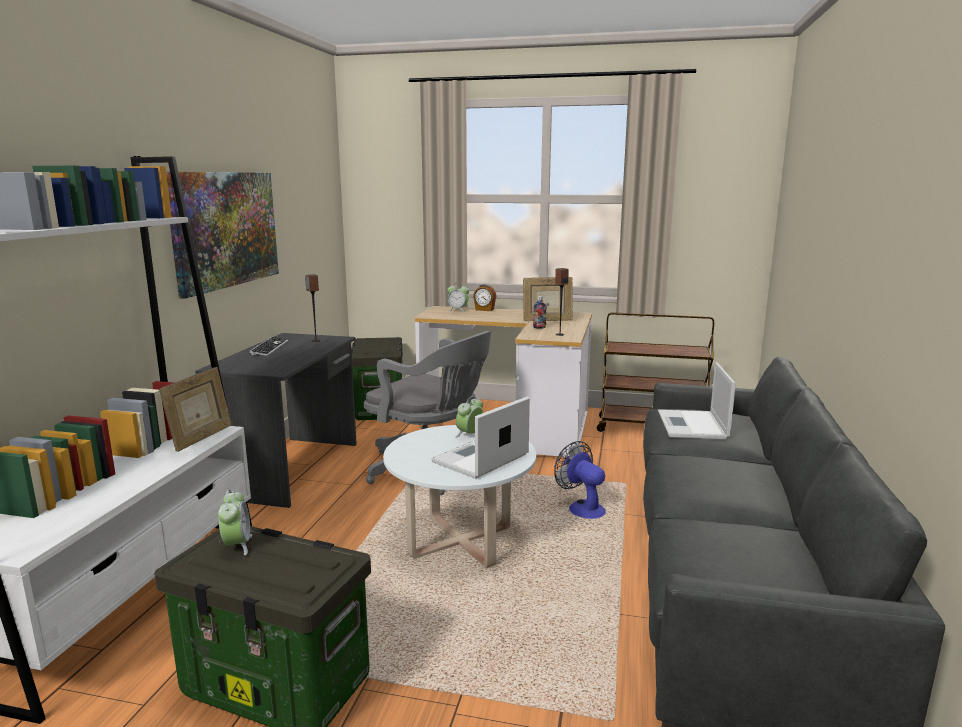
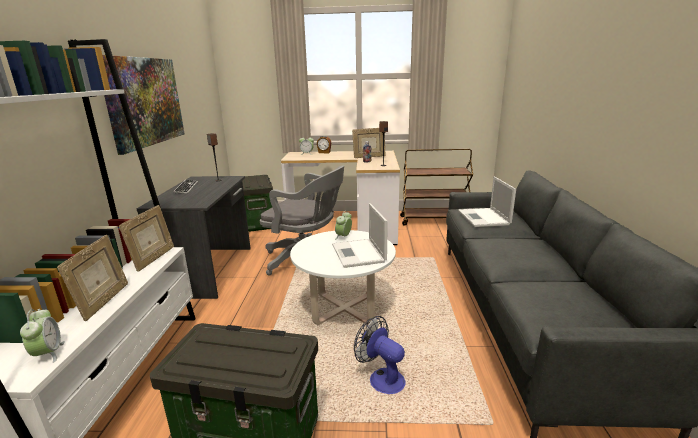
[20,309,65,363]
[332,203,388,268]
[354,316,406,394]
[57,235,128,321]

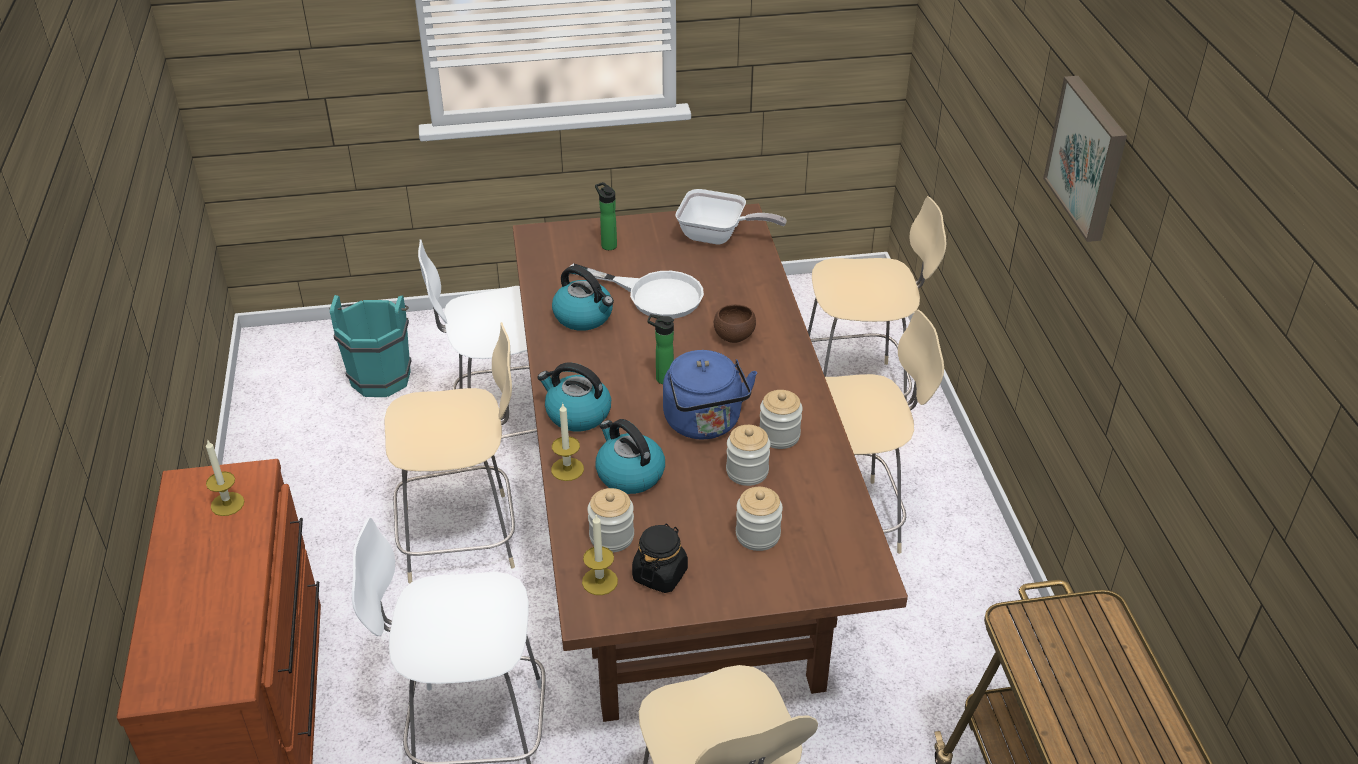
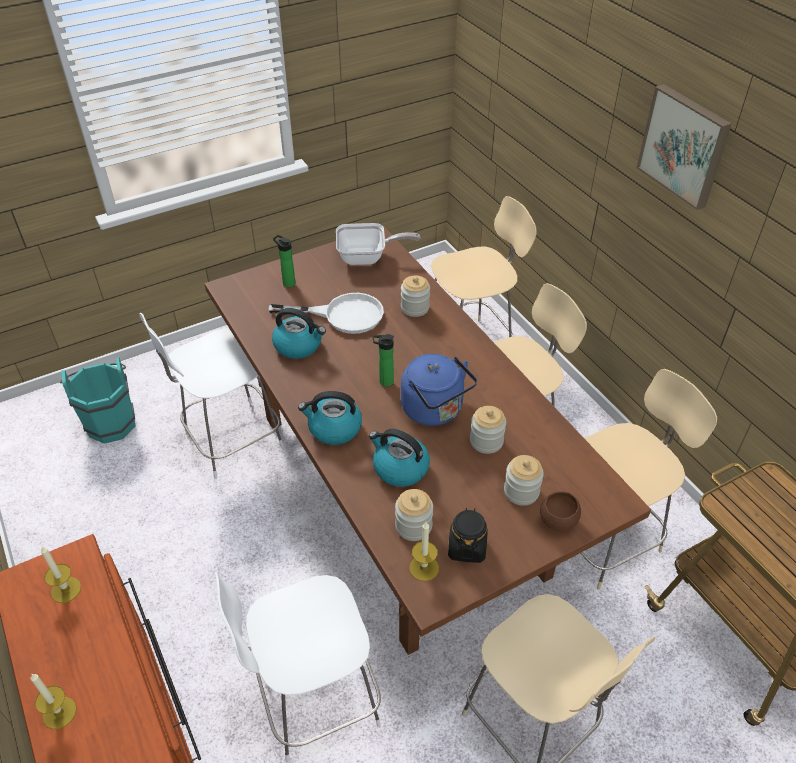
[581,369,717,590]
[30,674,77,729]
[540,491,581,532]
[401,276,430,317]

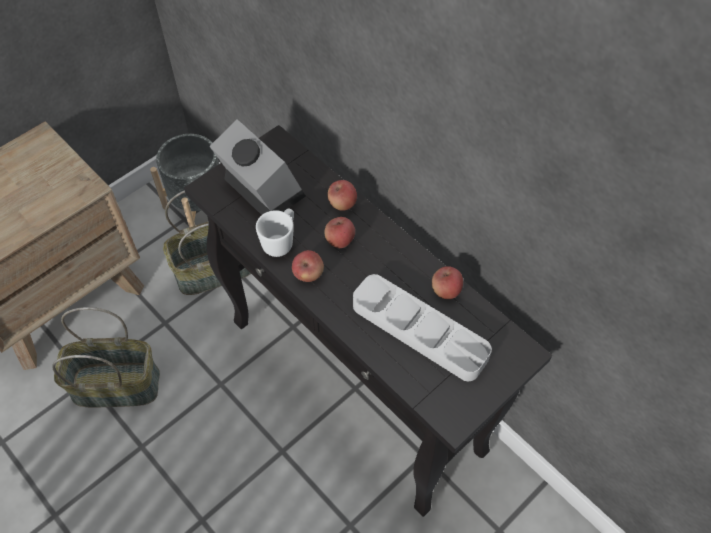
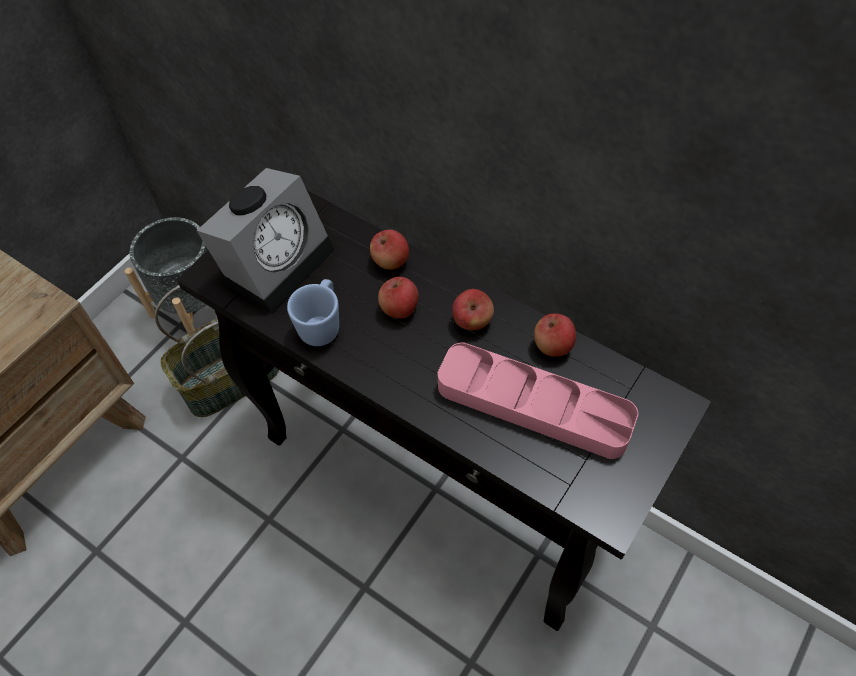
[52,307,160,407] (first image)
[197,168,334,314]
[287,279,339,346]
[452,289,494,330]
[438,343,638,459]

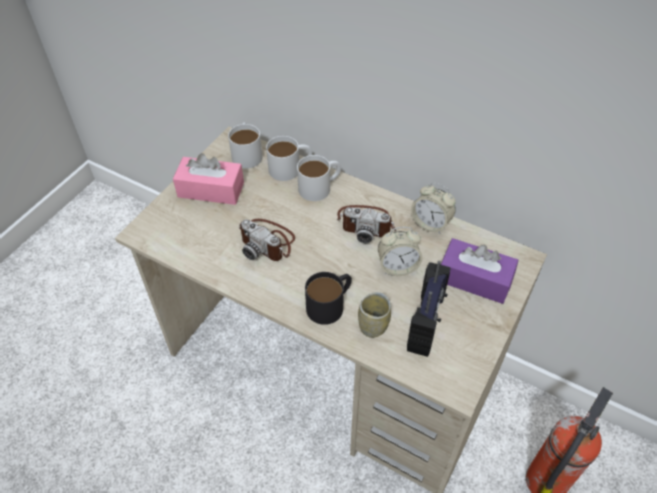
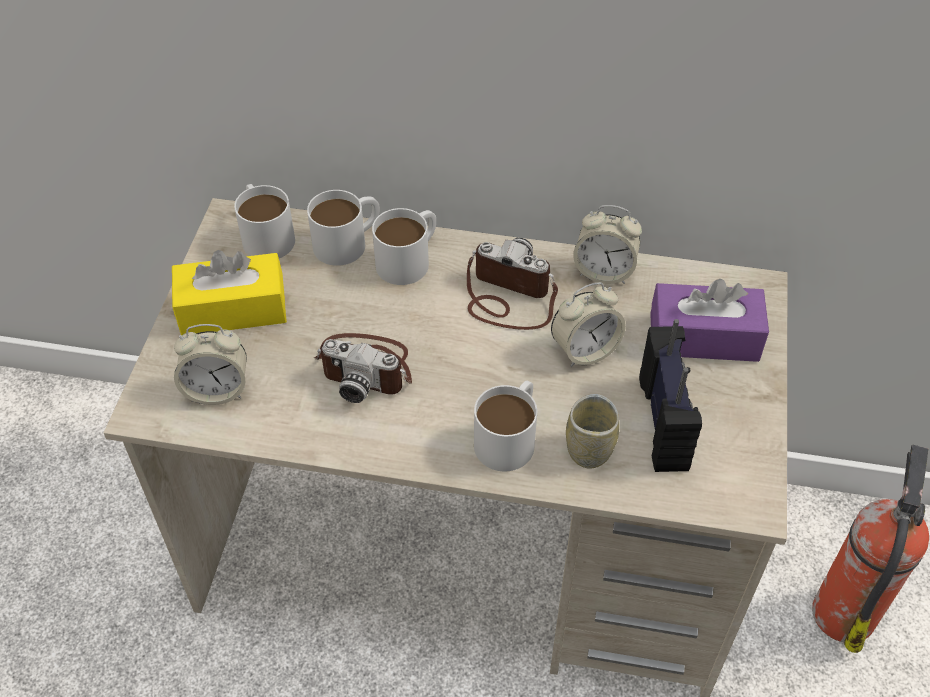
[172,250,287,335]
[474,381,537,471]
[467,238,558,330]
[174,324,247,405]

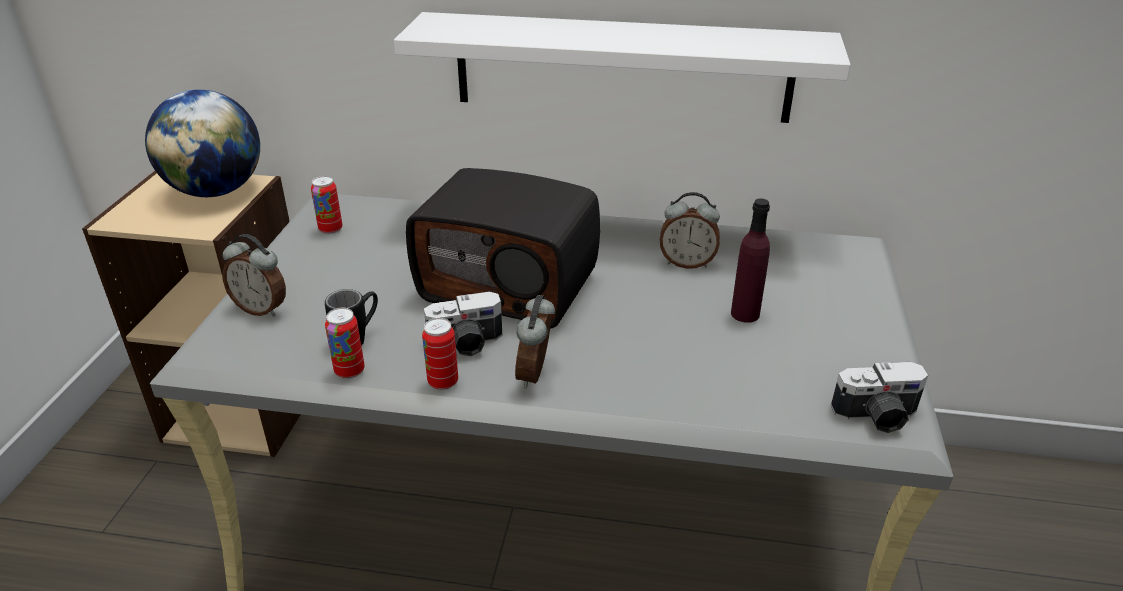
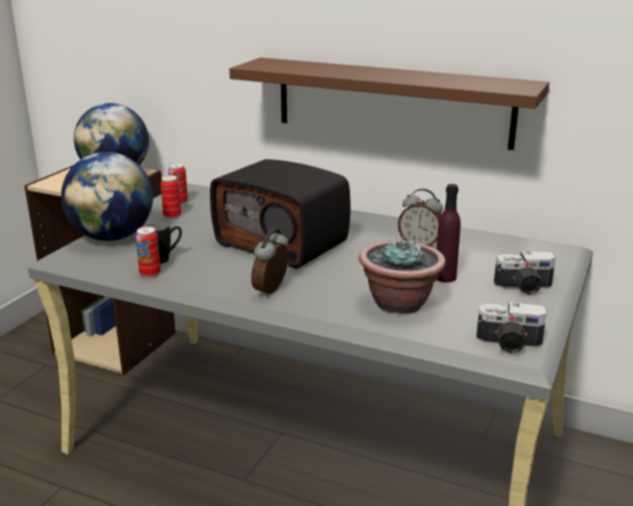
[61,152,153,241]
[229,58,549,150]
[160,175,181,219]
[494,251,556,295]
[359,237,446,314]

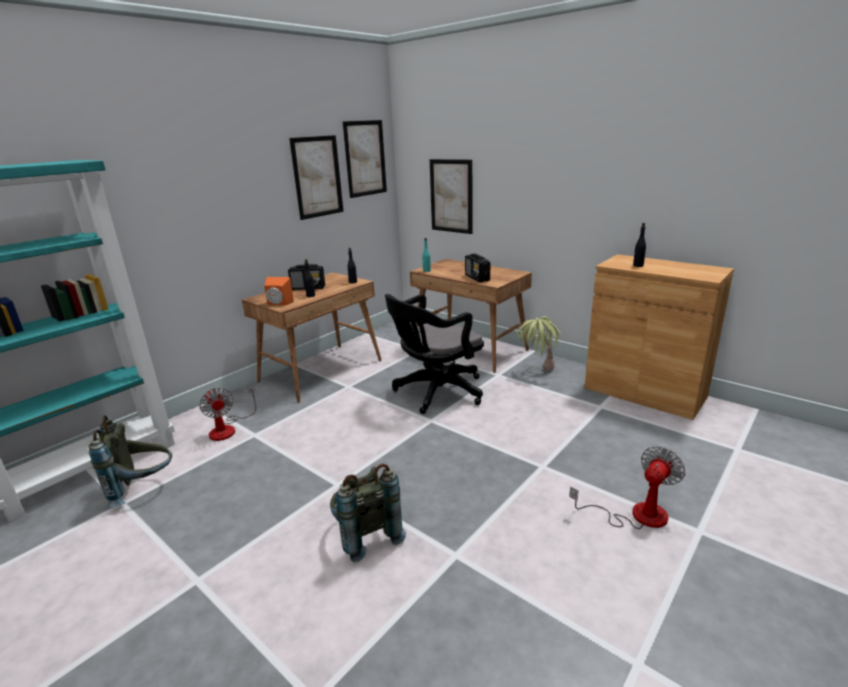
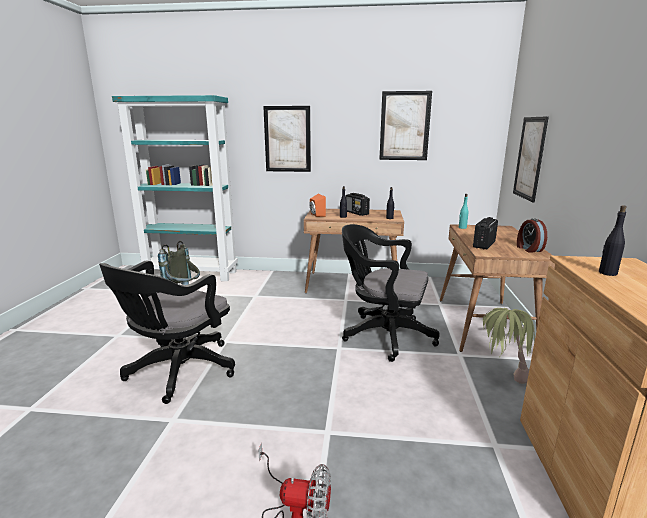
[199,384,256,441] (first image)
[99,260,235,404]
[263,106,311,172]
[517,218,547,253]

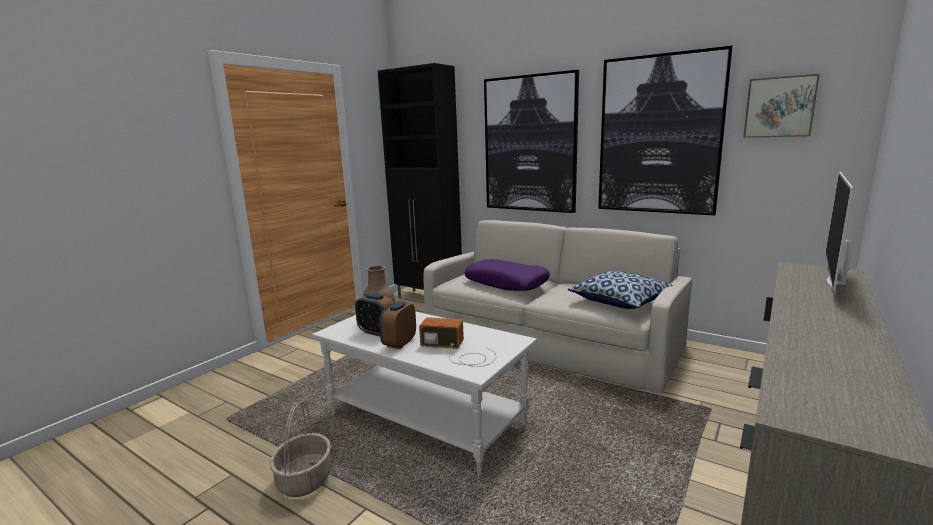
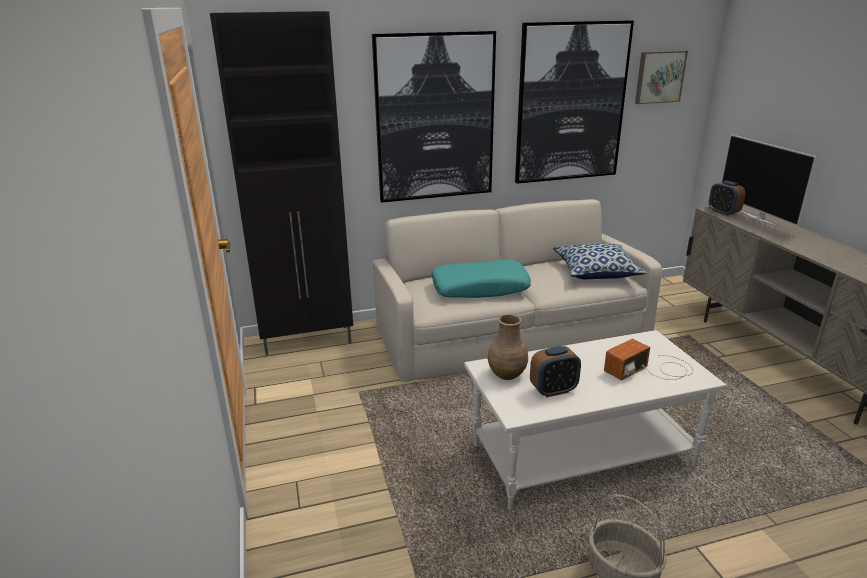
[709,181,745,216]
[431,259,531,298]

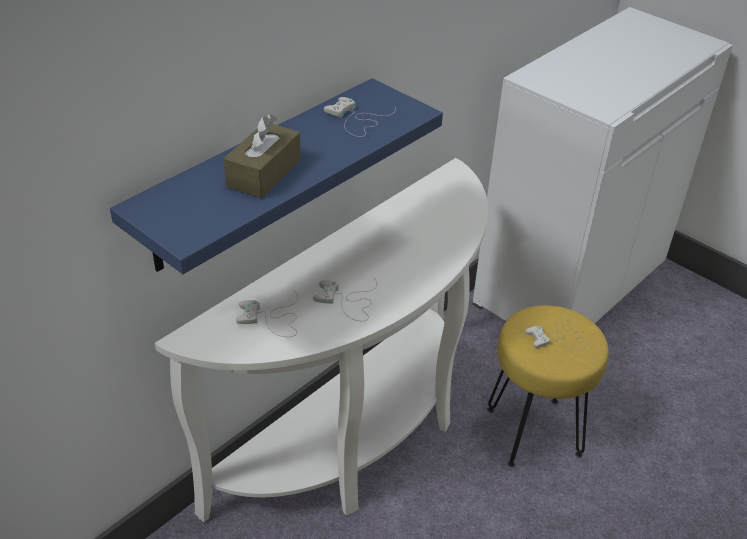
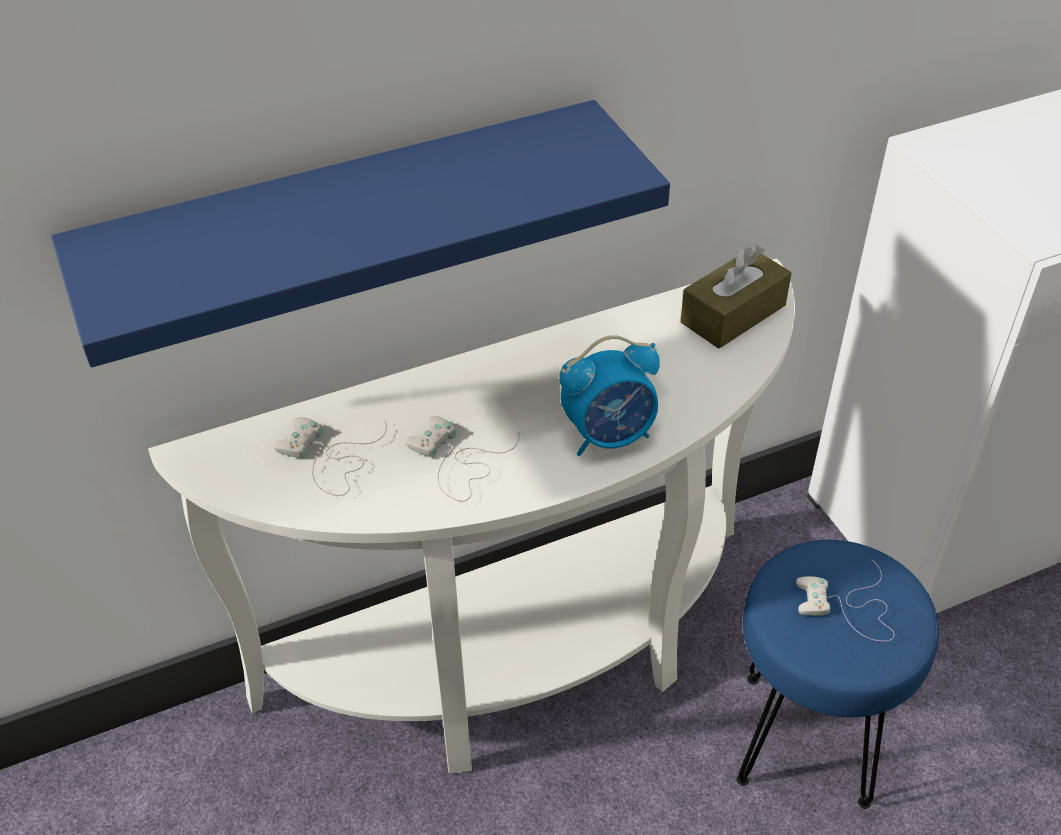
[680,245,791,349]
[324,97,396,137] (first image)
[736,540,939,809]
[559,335,660,456]

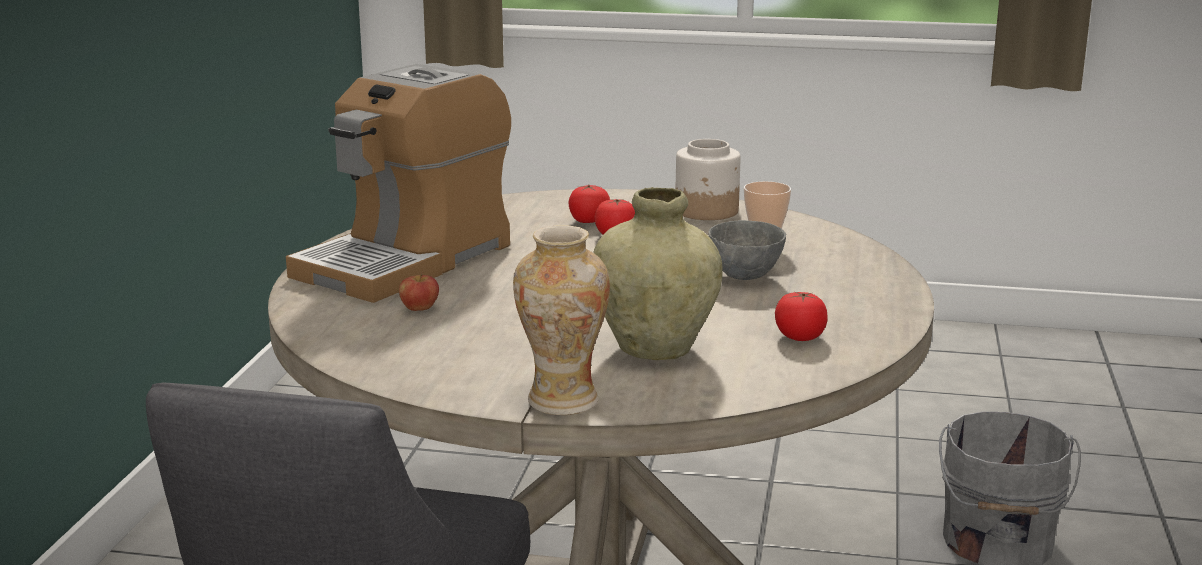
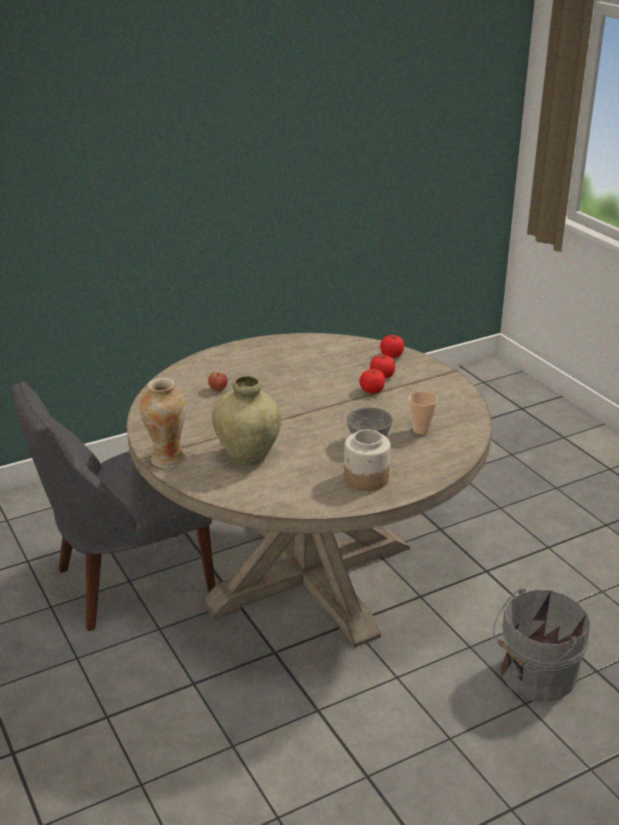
[286,64,511,303] (first image)
[344,429,391,491]
[380,335,404,358]

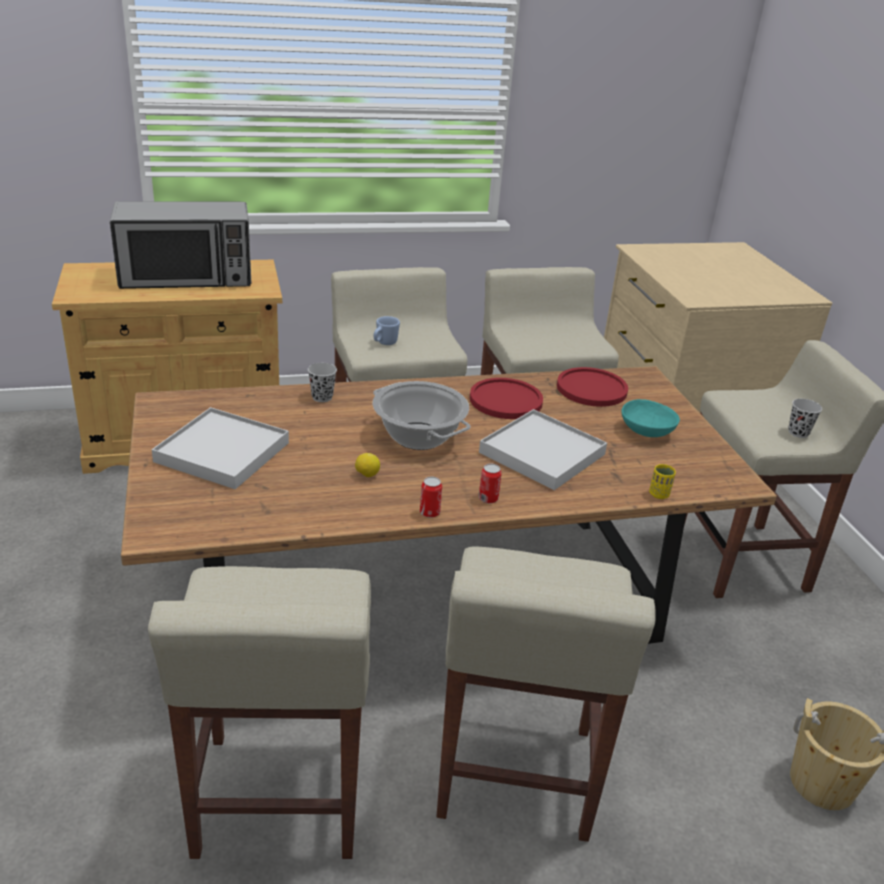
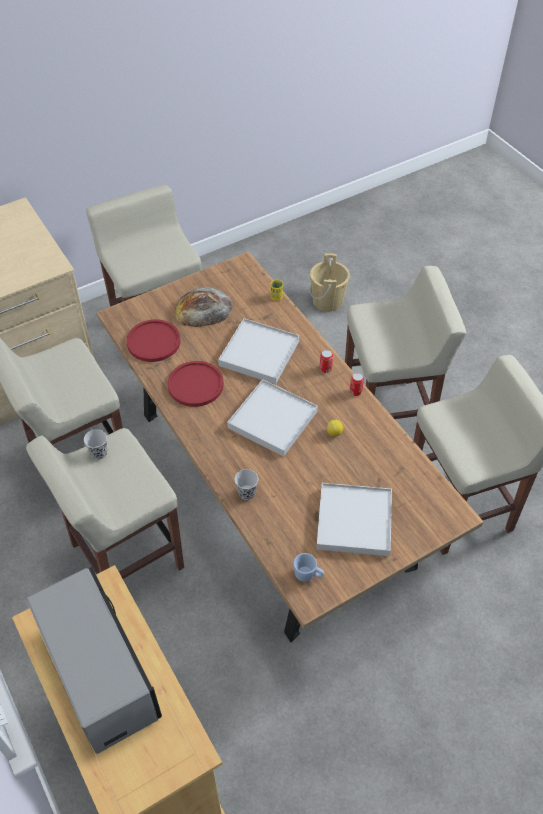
[293,553,324,582]
[227,379,318,457]
[175,287,233,327]
[84,429,107,460]

